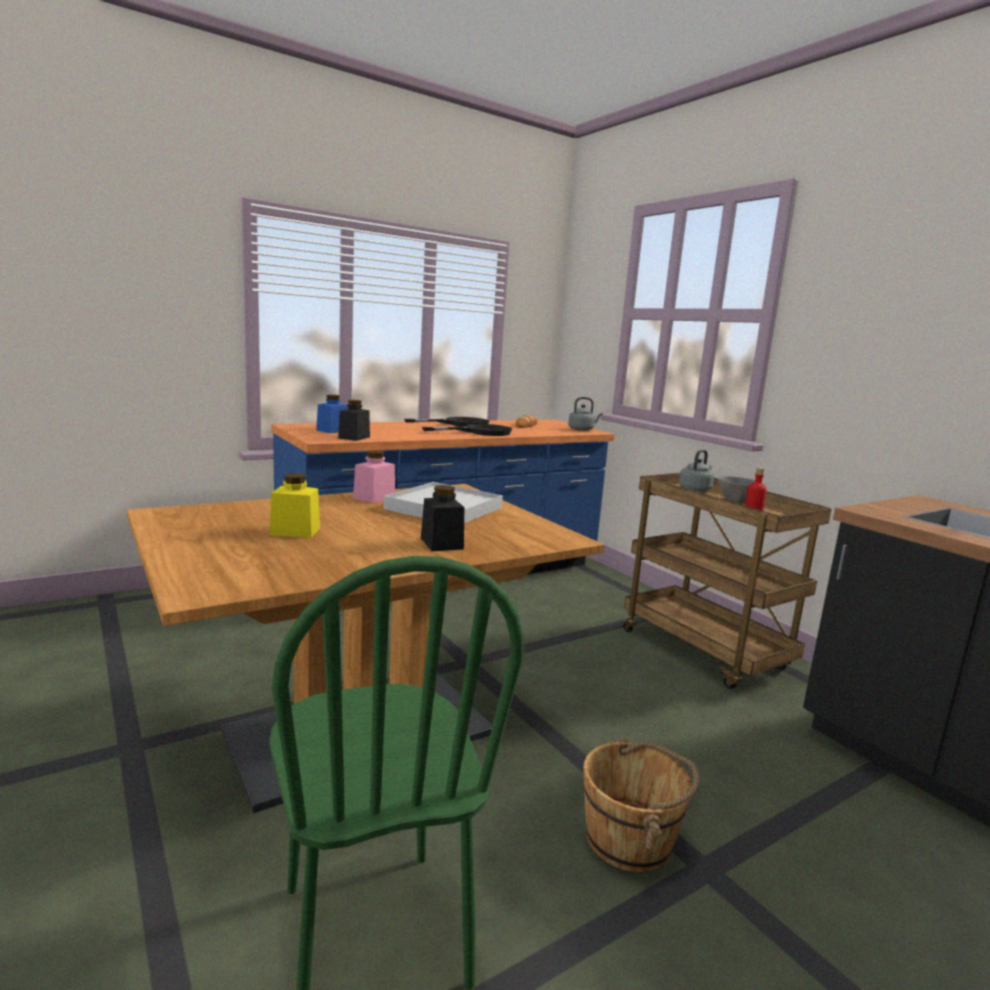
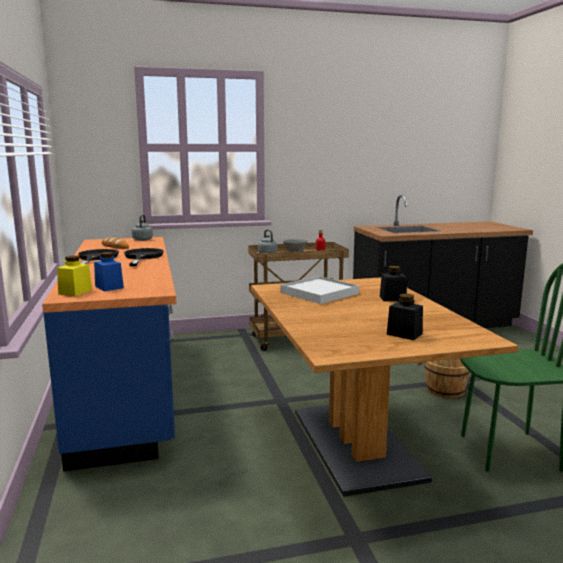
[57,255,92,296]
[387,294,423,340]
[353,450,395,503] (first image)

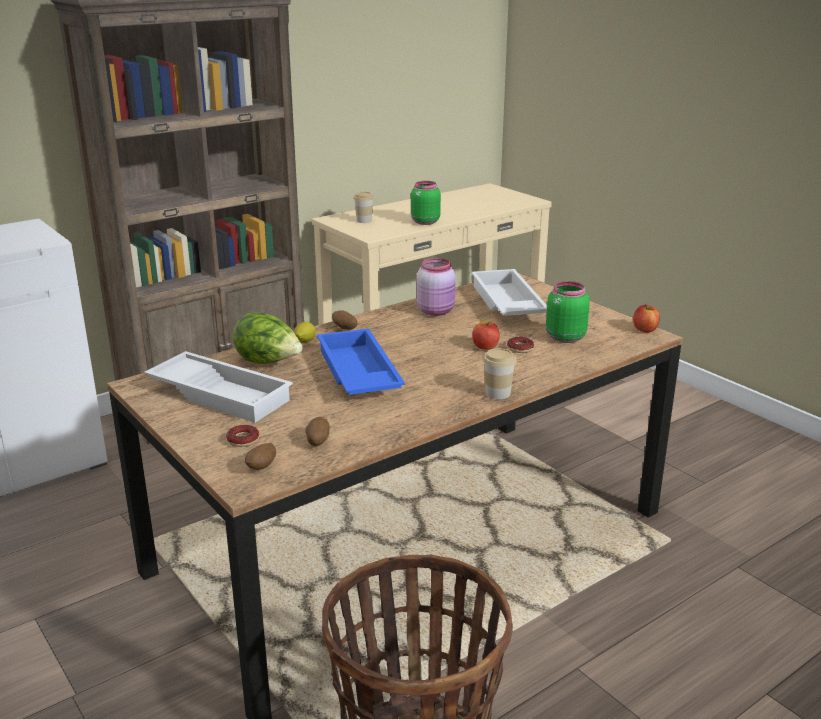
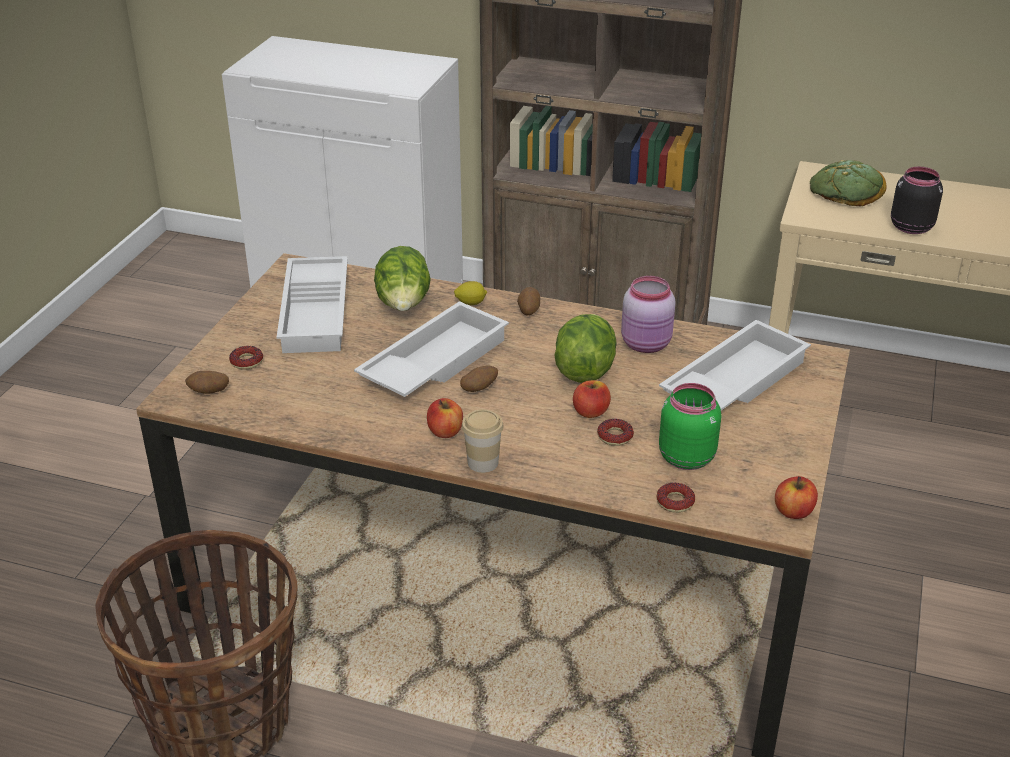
[460,366,498,392]
[354,301,509,397]
[810,160,887,206]
[891,167,943,234]
[427,398,463,438]
[555,314,617,383]
[657,483,695,513]

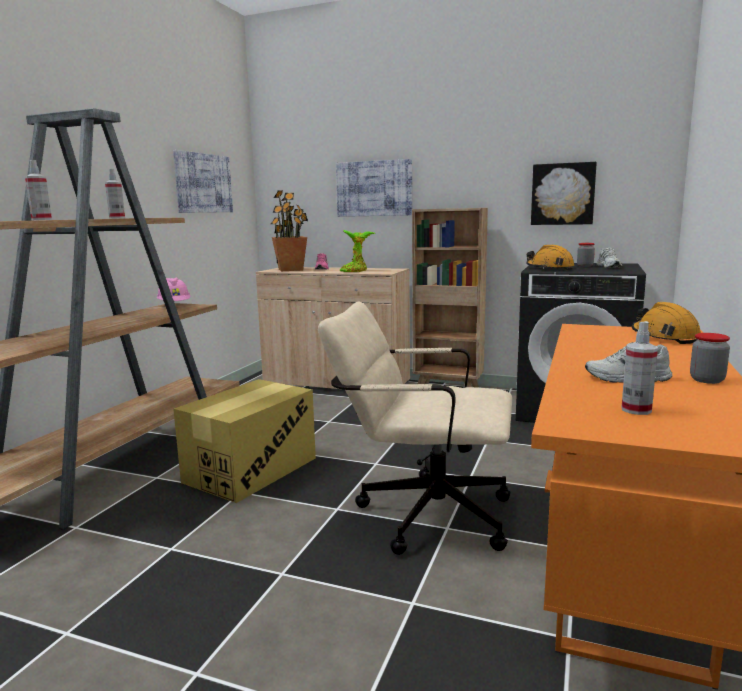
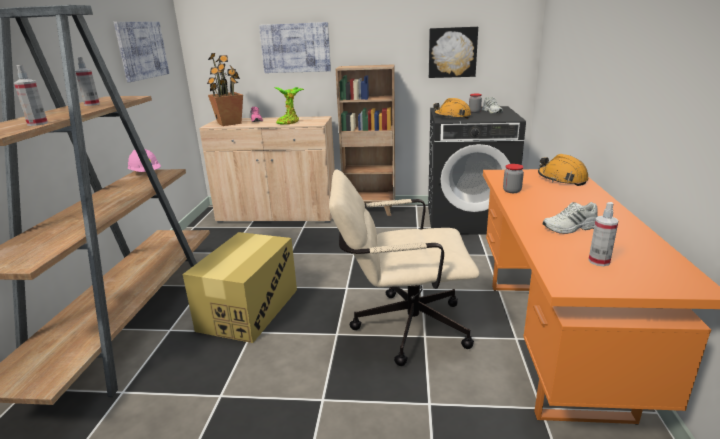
[503,164,524,193]

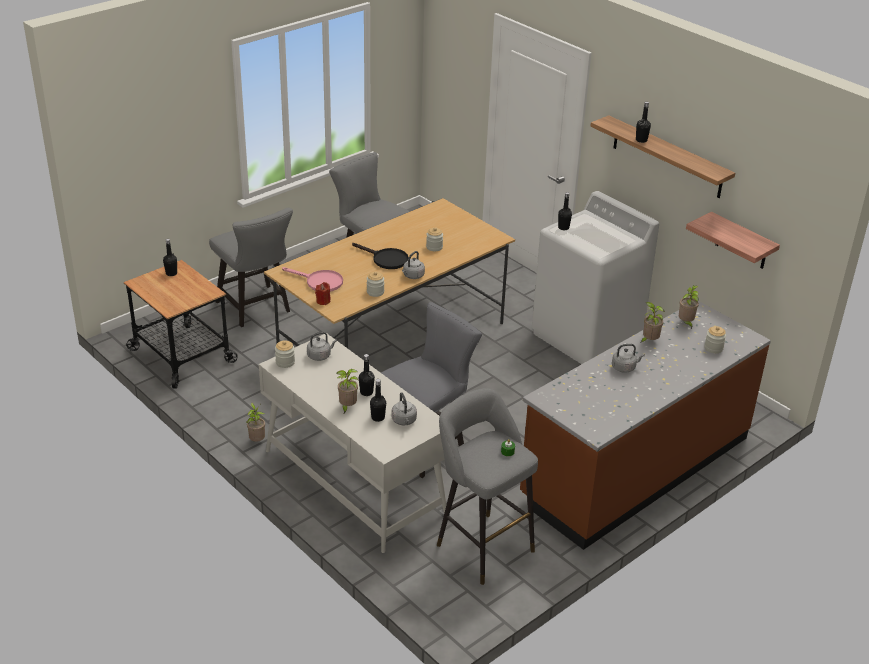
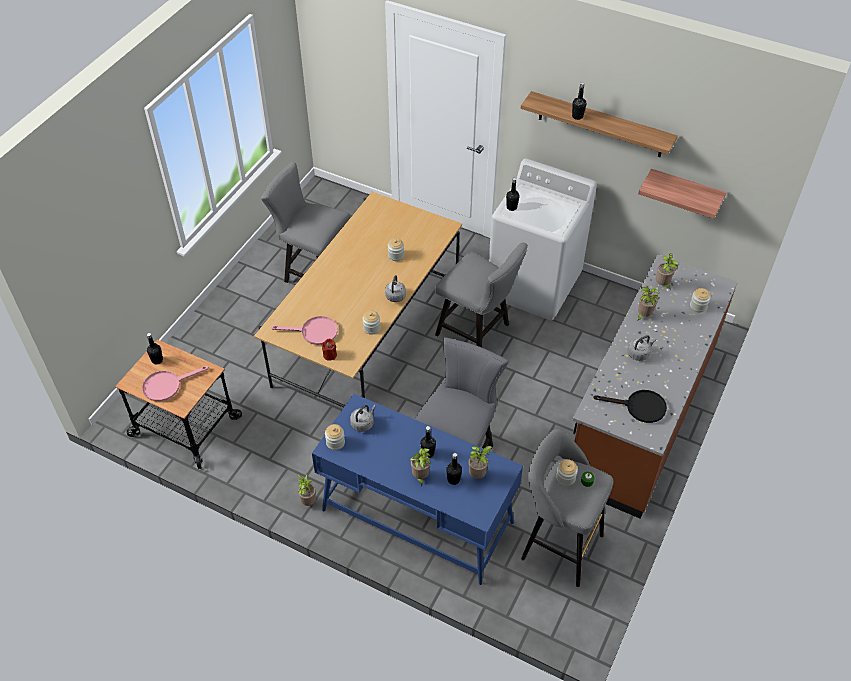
[435,243,528,347]
[312,394,523,585]
[593,390,667,423]
[469,446,493,479]
[142,366,209,402]
[556,459,578,486]

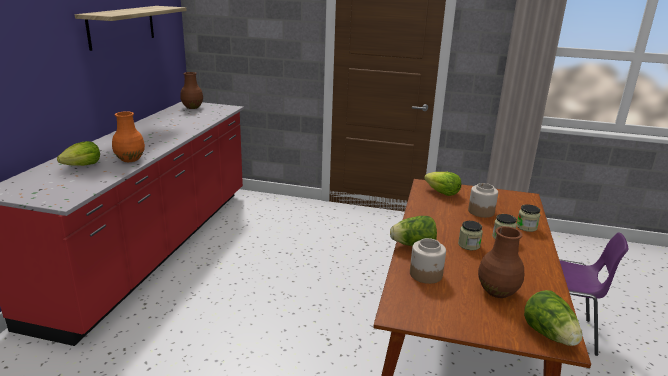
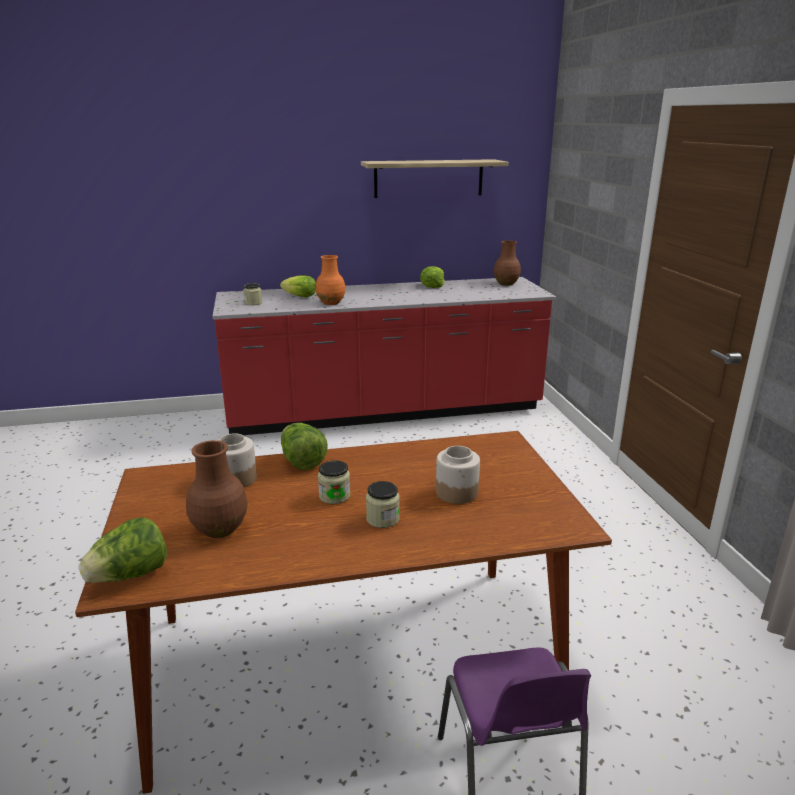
[420,266,445,288]
[243,283,262,305]

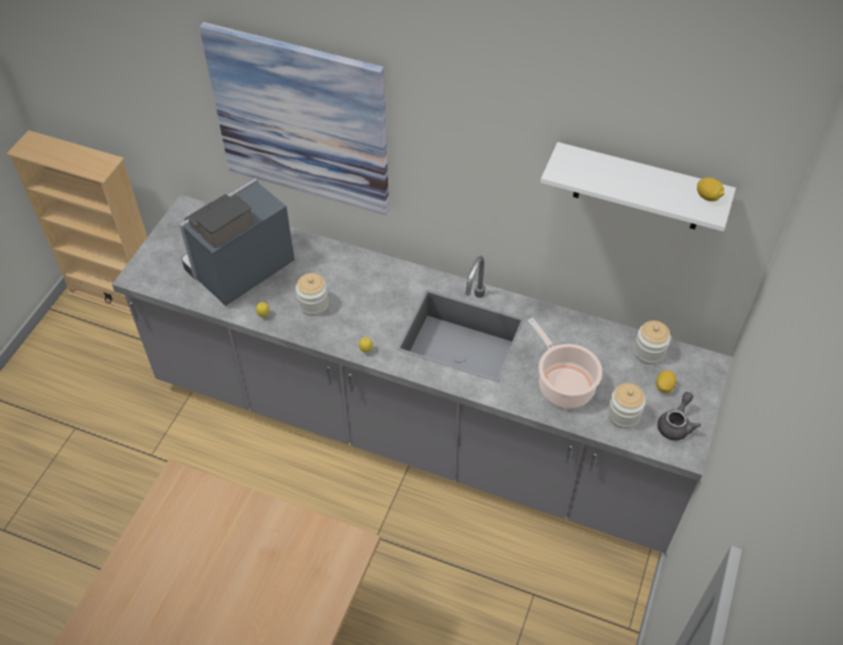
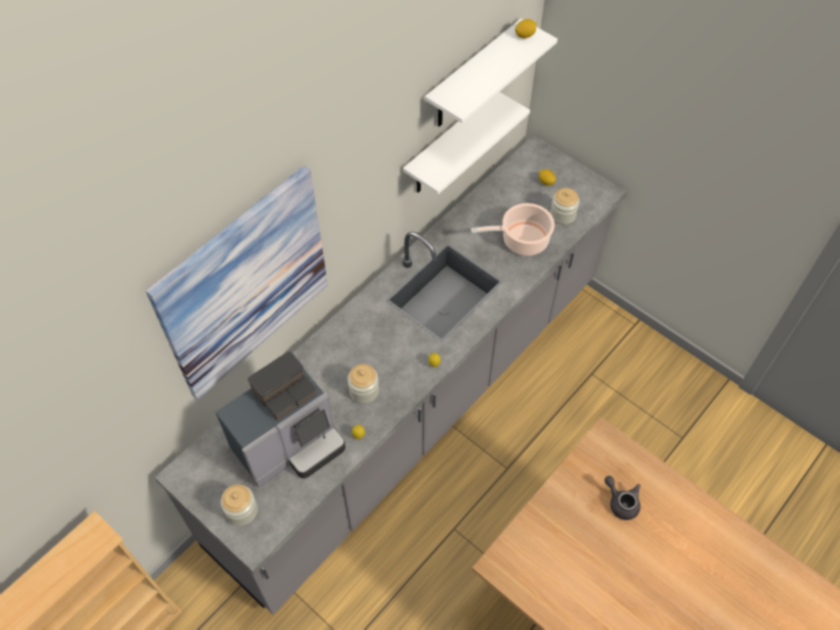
[216,351,346,487]
[221,484,258,526]
[604,476,640,520]
[403,92,530,194]

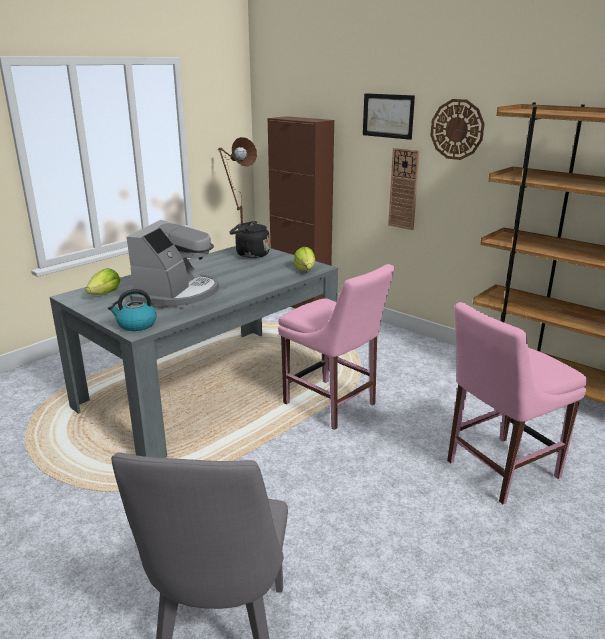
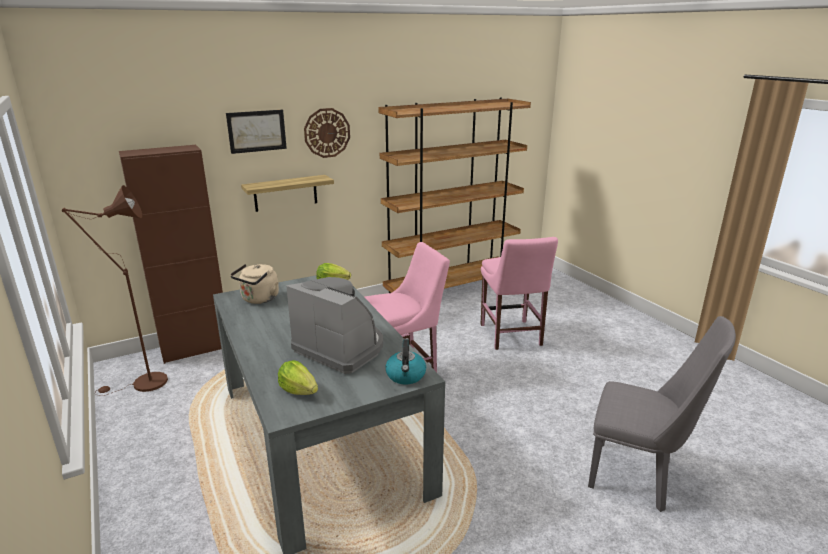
[230,264,279,304]
[241,175,334,212]

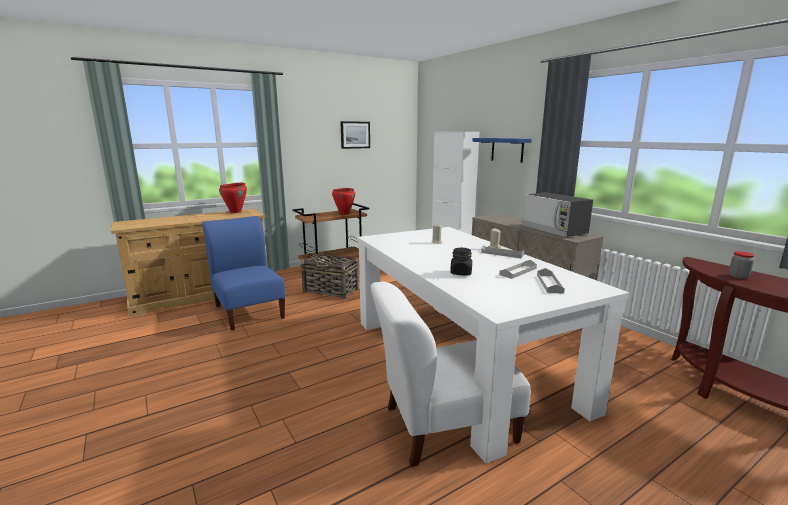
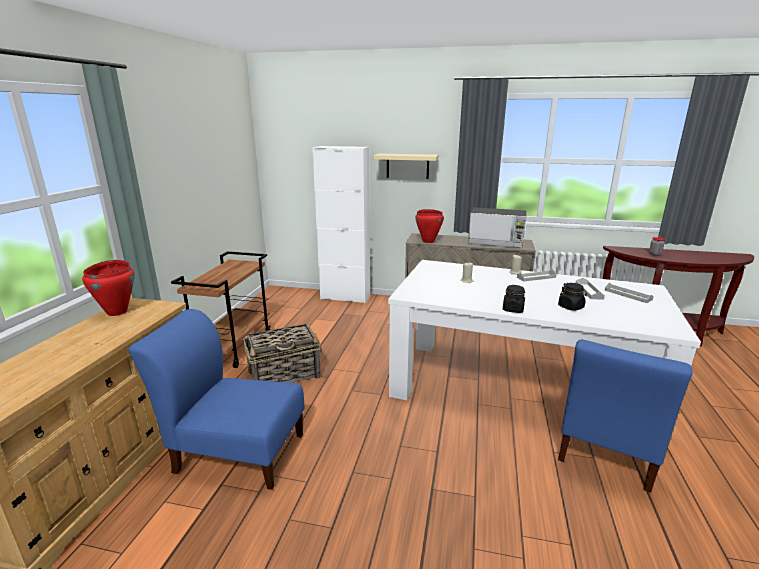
[415,209,444,243]
[340,121,370,149] (first image)
[558,340,693,492]
[373,154,438,179]
[503,285,525,313]

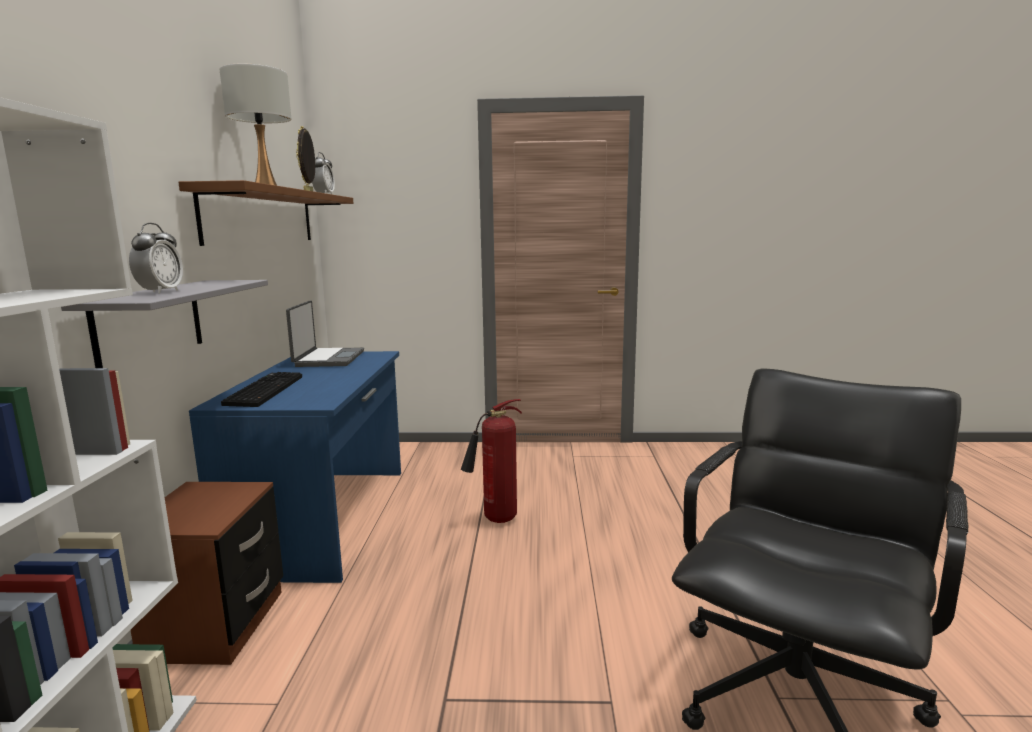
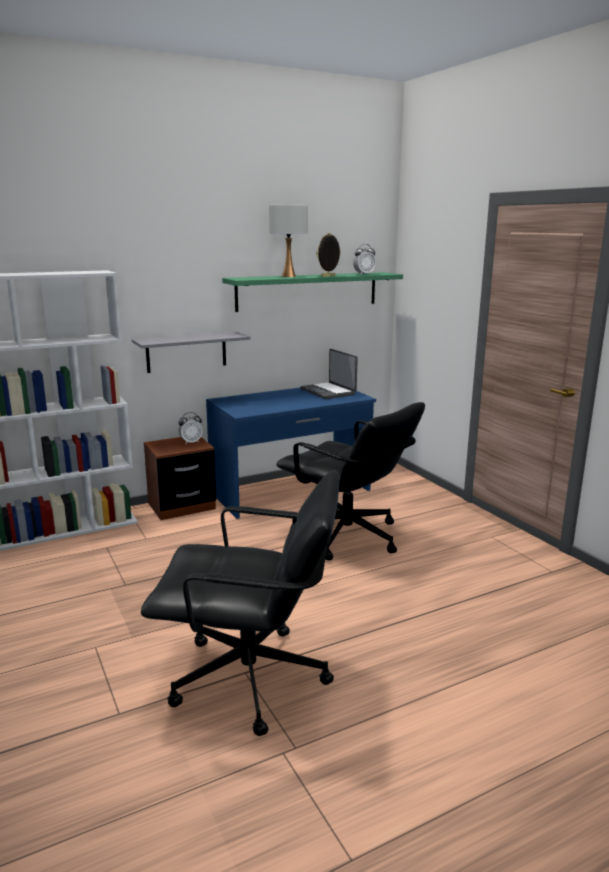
[178,412,203,444]
[222,272,403,312]
[221,372,302,407] (first image)
[300,349,358,399]
[276,402,425,560]

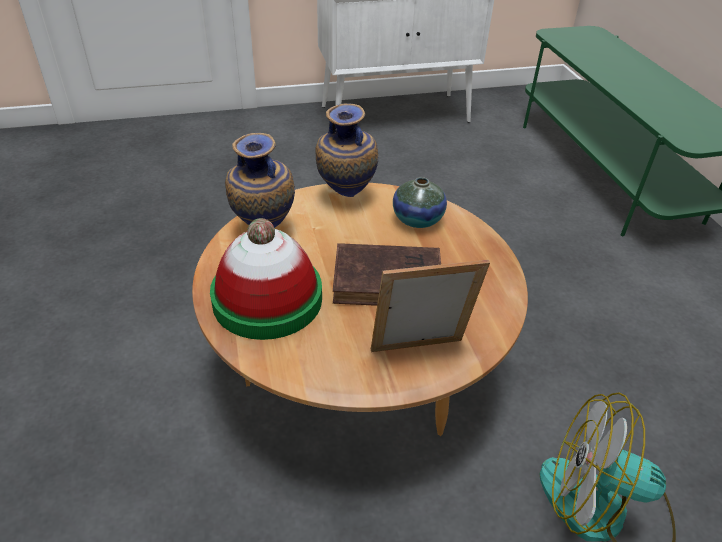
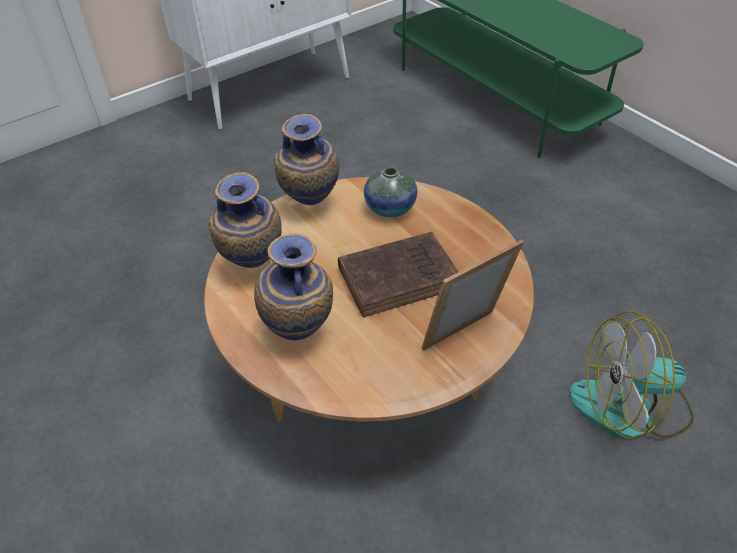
[254,234,333,341]

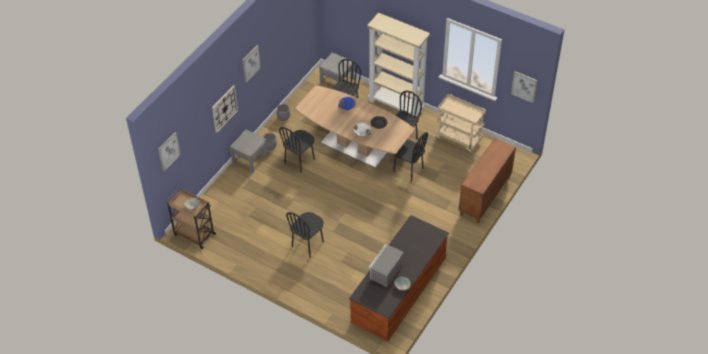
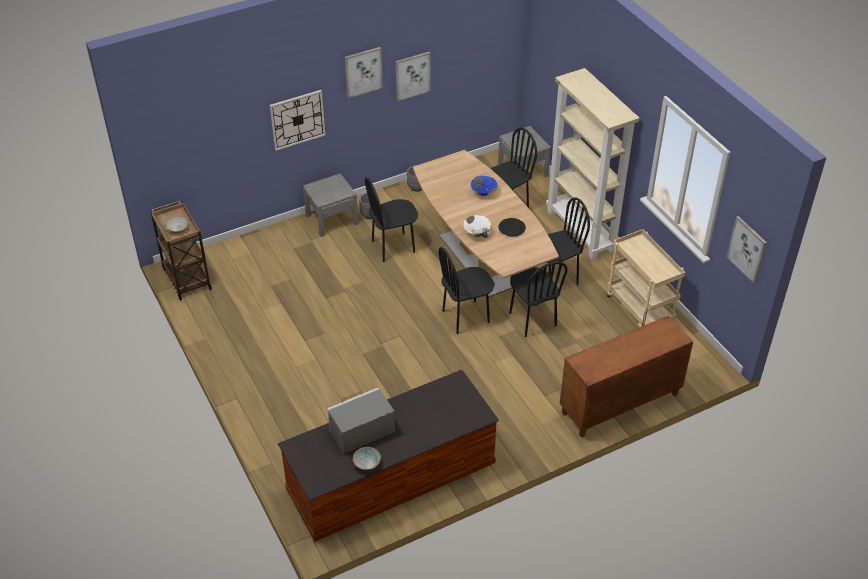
[396,52,431,101]
[438,247,495,334]

